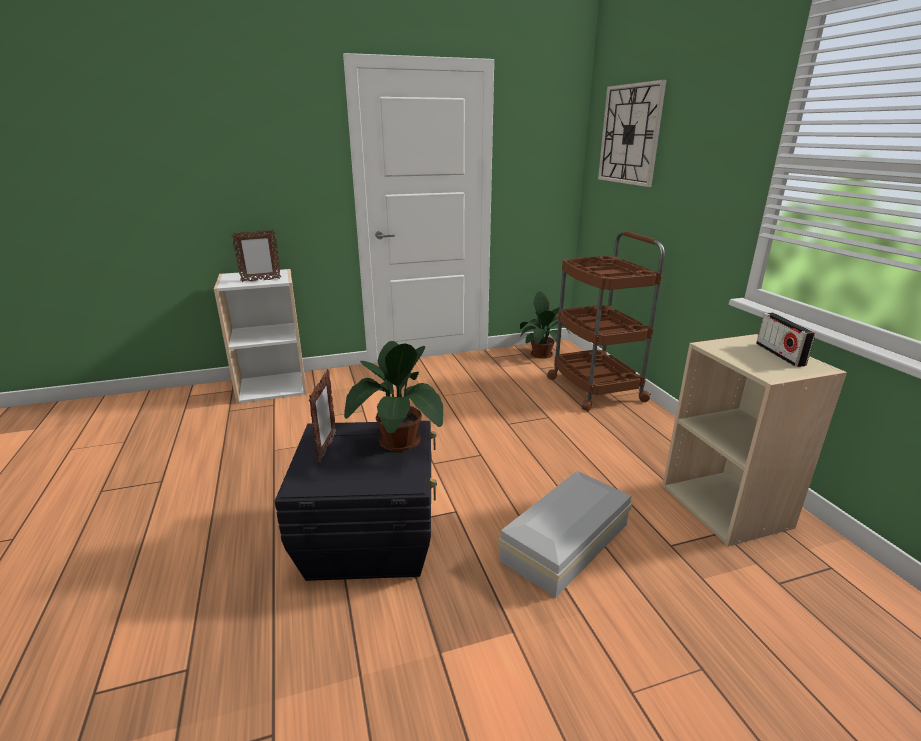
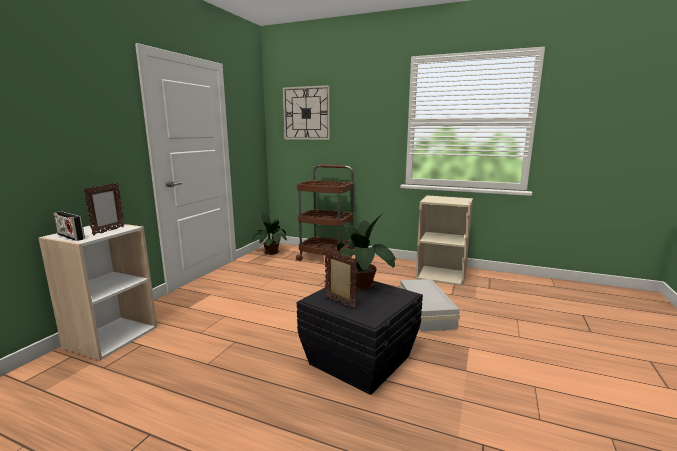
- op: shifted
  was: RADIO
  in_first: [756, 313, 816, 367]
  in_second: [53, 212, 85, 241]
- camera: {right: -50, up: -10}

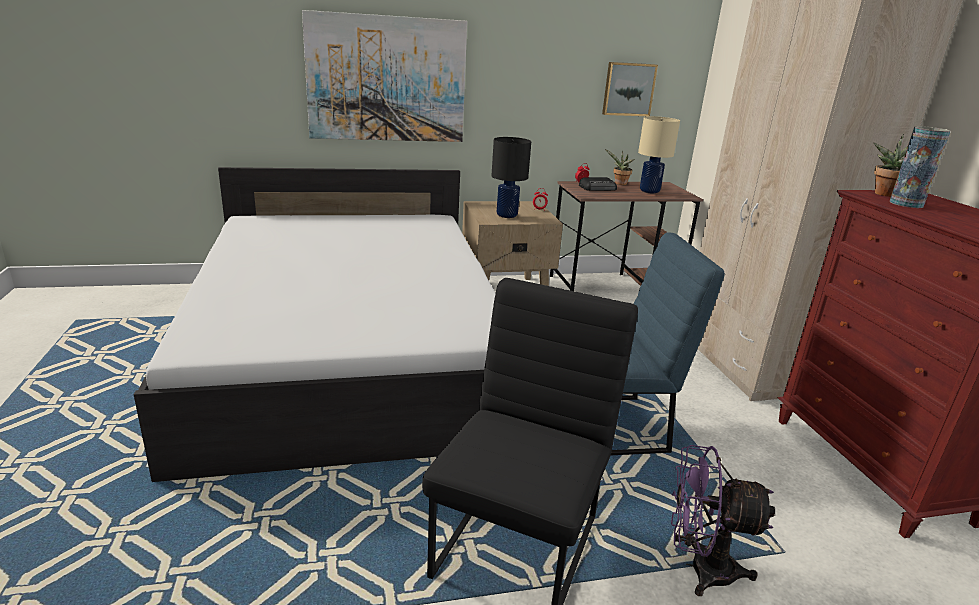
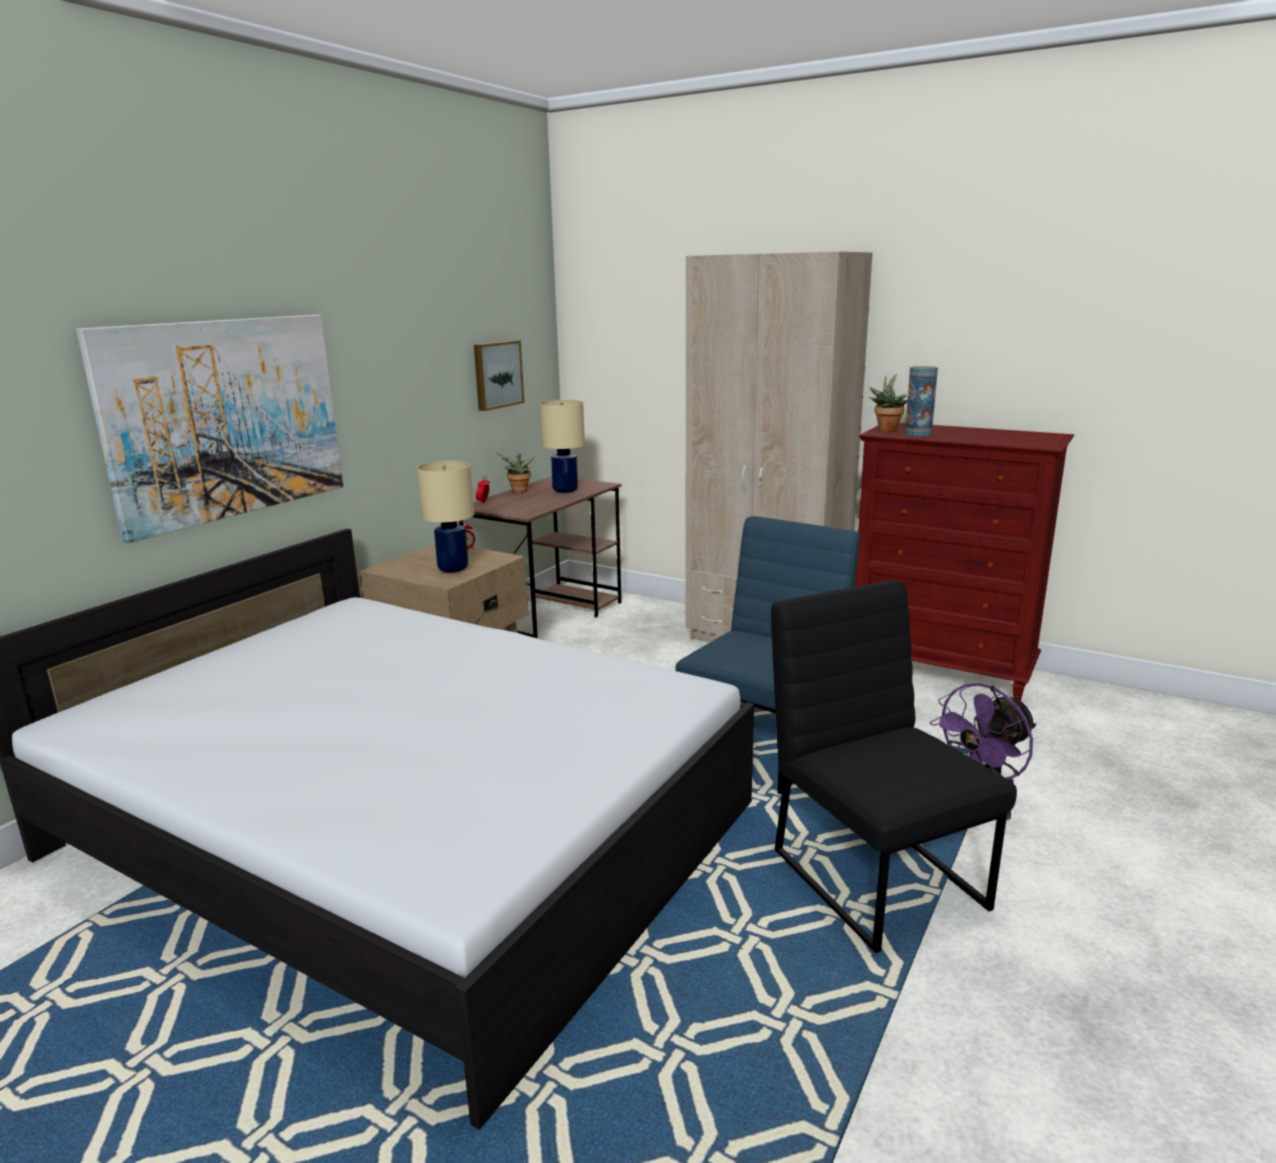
- op: repainted
  was: BLACK TABLE LAMP
  now: BEIGE TABLE LAMP
  in_first: [491, 137, 531, 218]
  in_second: [417, 461, 474, 572]
- op: gone
  was: RADIO
  in_first: [579, 177, 617, 191]
- camera: {right: -45, up: -5}

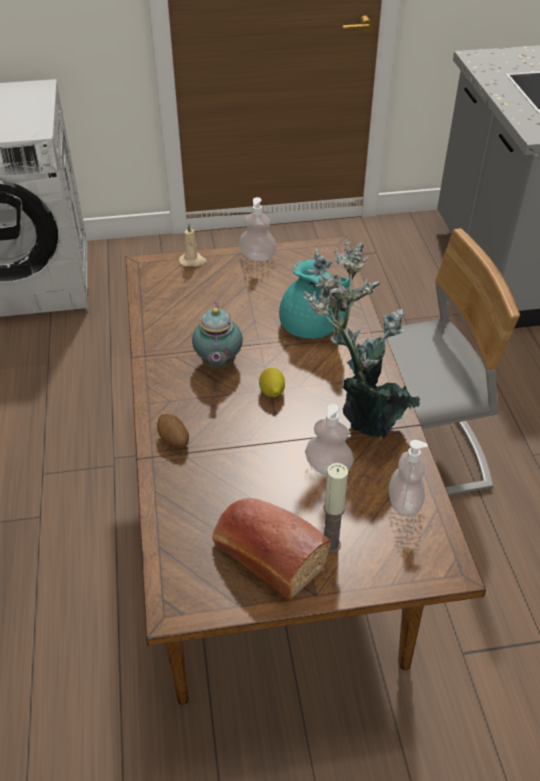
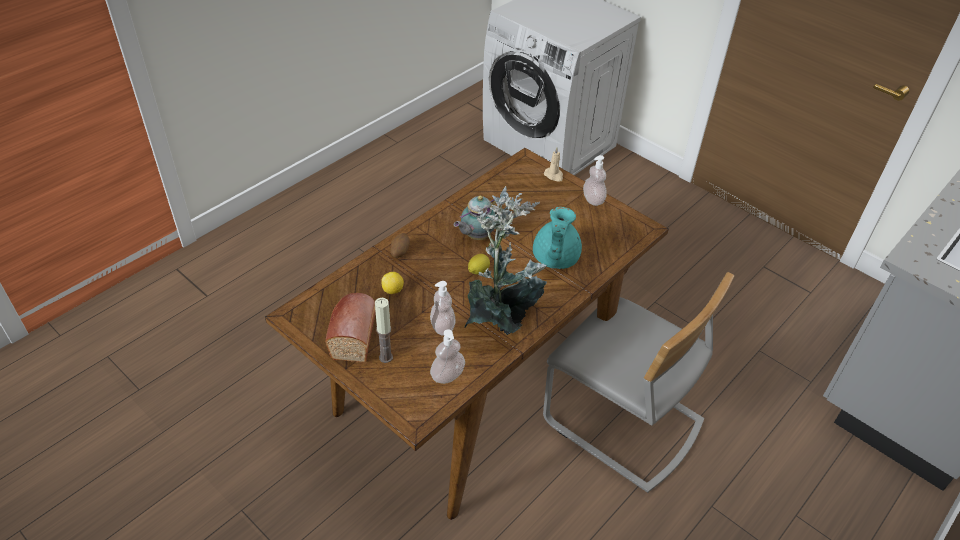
- op: new
  now: LEMON
  in_second: [381, 272, 404, 294]
- camera: {right: 50, up: 0}

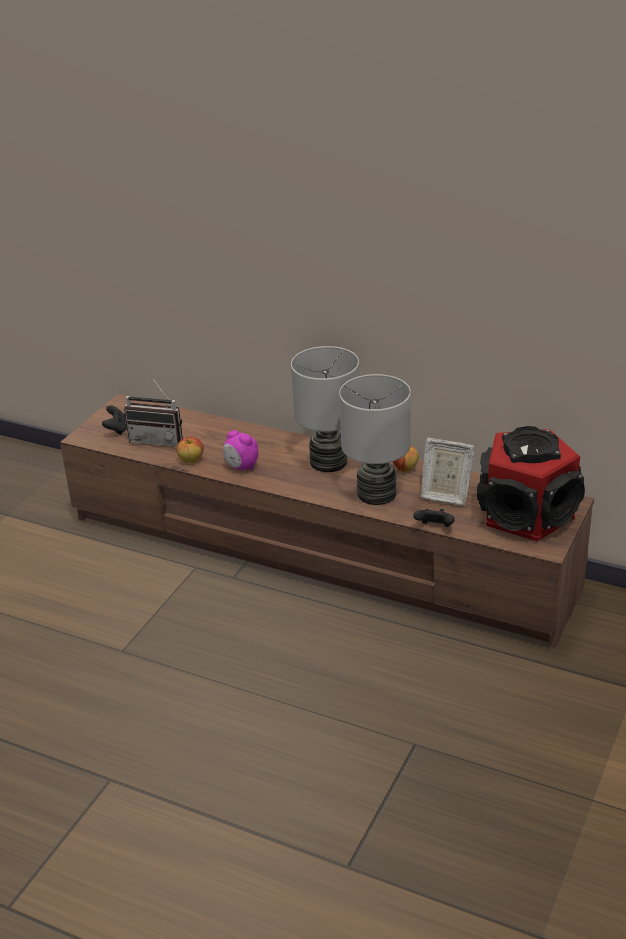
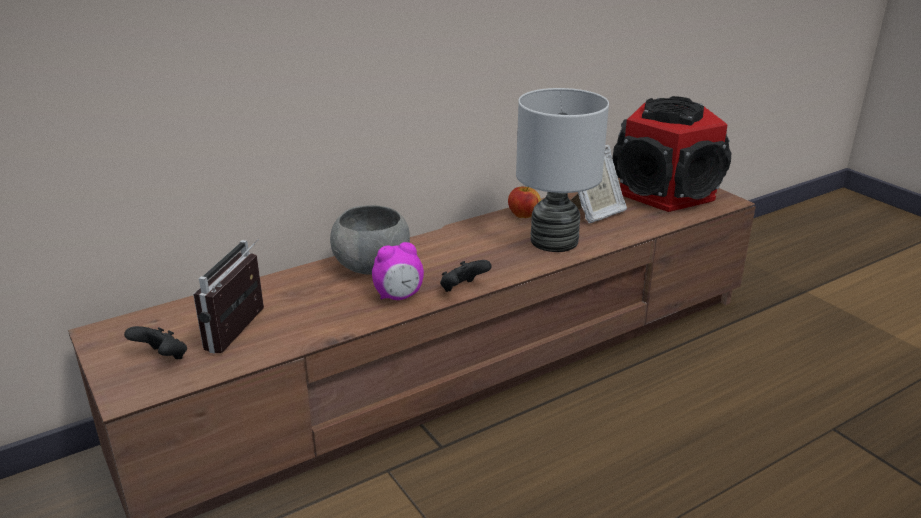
- op: rotated
  was: RADIO
  in_first: [124, 376, 183, 447]
  in_second: [193, 239, 264, 354]
  clockwise: 150
- op: new
  now: GREY BOWL
  in_second: [330, 205, 410, 275]
- op: shifted
  was: BLACK GAME CONTROLLER
  in_first: [413, 509, 455, 527]
  in_second: [440, 260, 492, 292]
- op: gone
  was: APPLE
  in_first: [176, 437, 204, 463]
- op: gone
  was: GREY TABLE LAMP
  in_first: [291, 346, 359, 472]
- camera: {right: -60, up: -5}

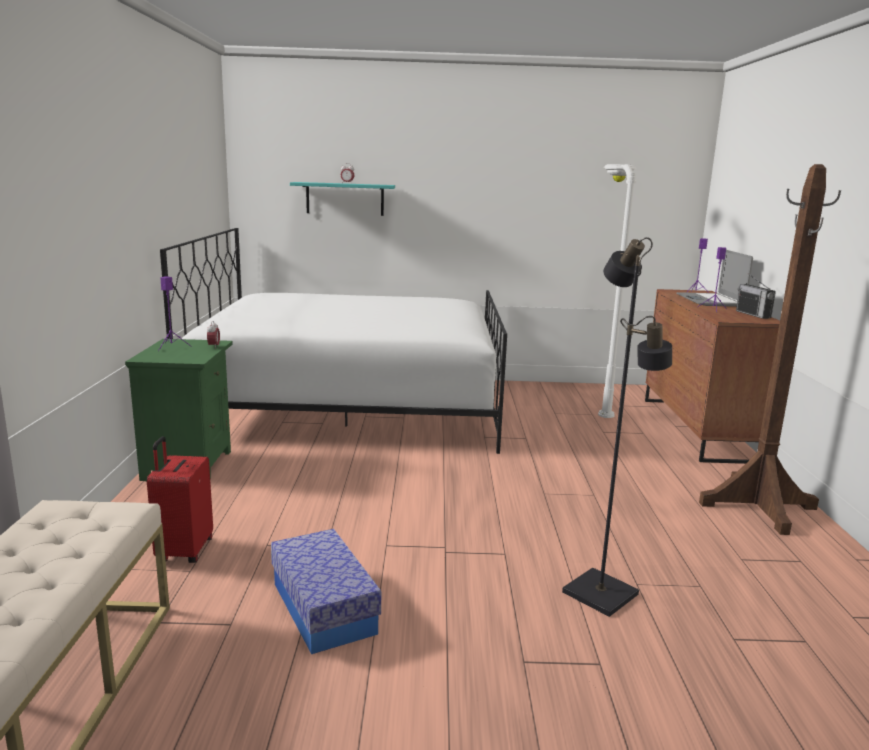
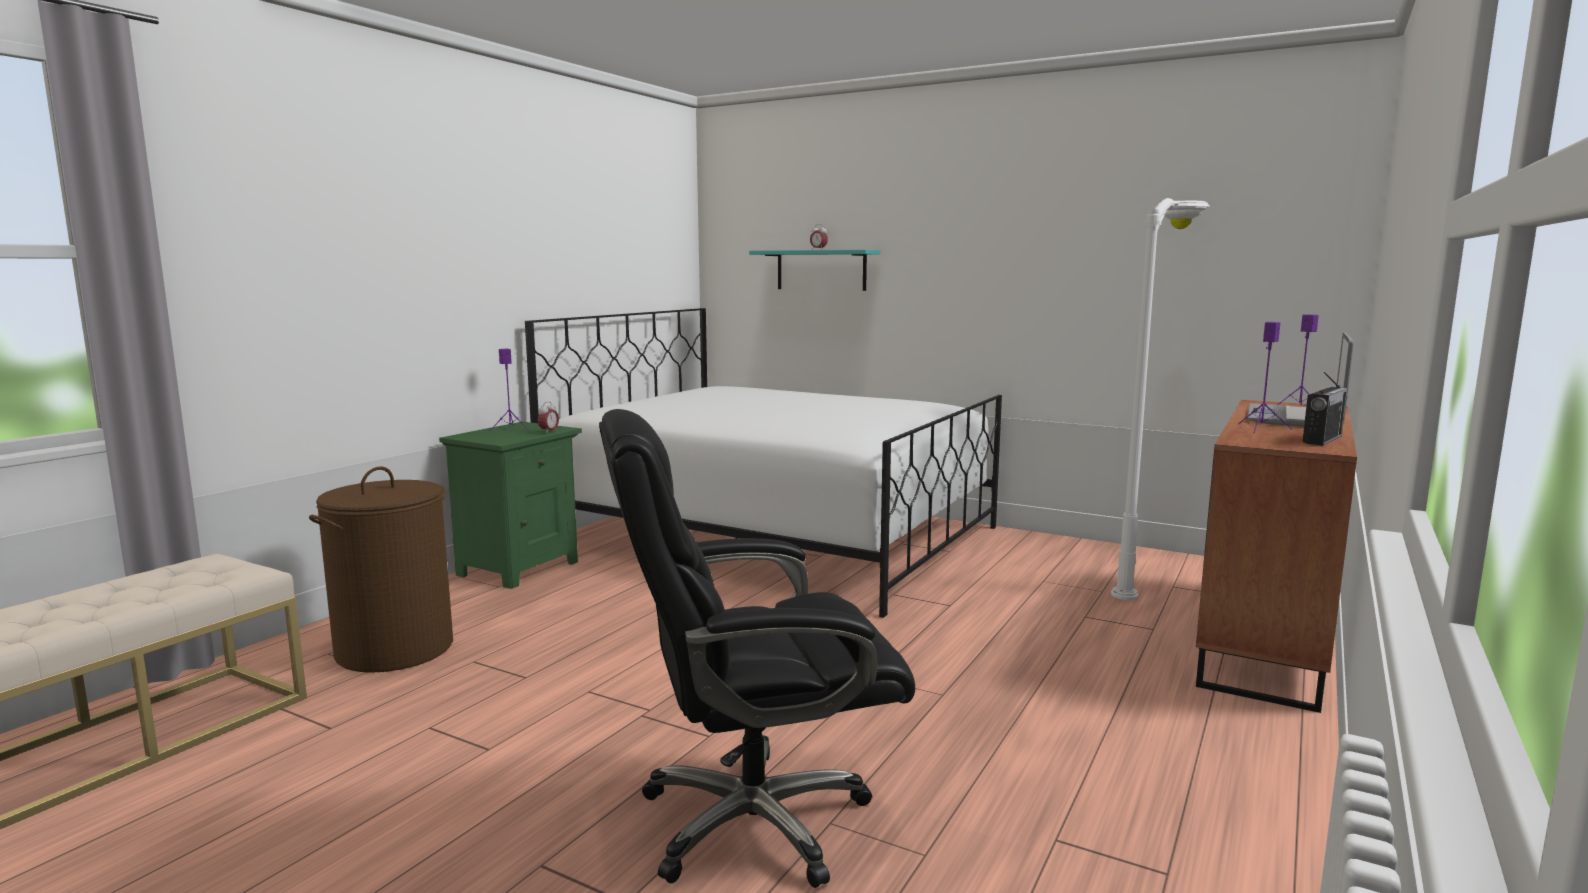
- op: swapped
  was: RED SUITCASE
  now: BROWN LAUNDRY BASKET
  in_first: [147, 436, 213, 563]
  in_second: [309, 466, 453, 673]
- op: swapped
  was: BLACK FLOOR LAMP
  now: BLACK OFFICE CHAIR
  in_first: [562, 237, 672, 617]
  in_second: [599, 409, 915, 888]
- op: rotated
  was: RADIO
  in_first: [736, 273, 776, 319]
  in_second: [1302, 372, 1348, 446]
  clockwise: -150
- op: gone
  was: STORAGE BOX
  in_first: [271, 529, 381, 654]
- op: gone
  was: BROWN CLOTHES RACK
  in_first: [699, 164, 841, 535]
- camera: {right: 30, up: -5}

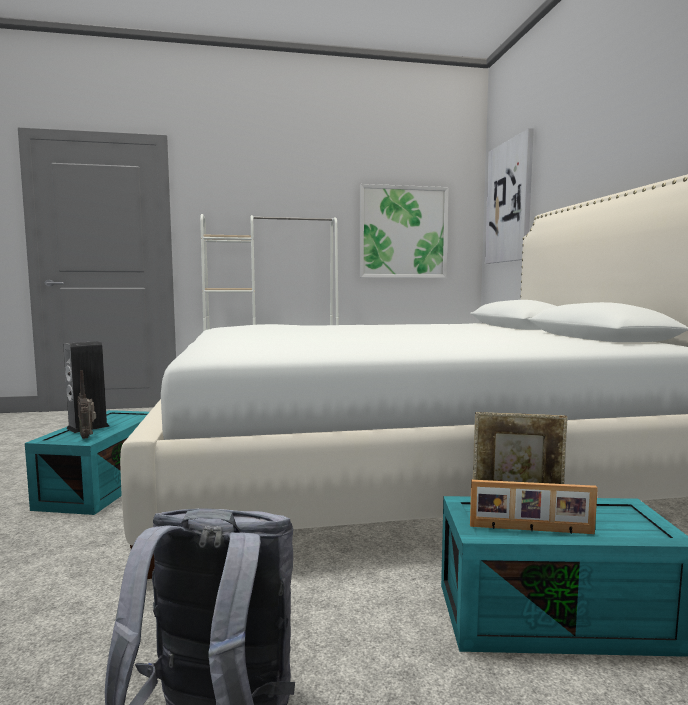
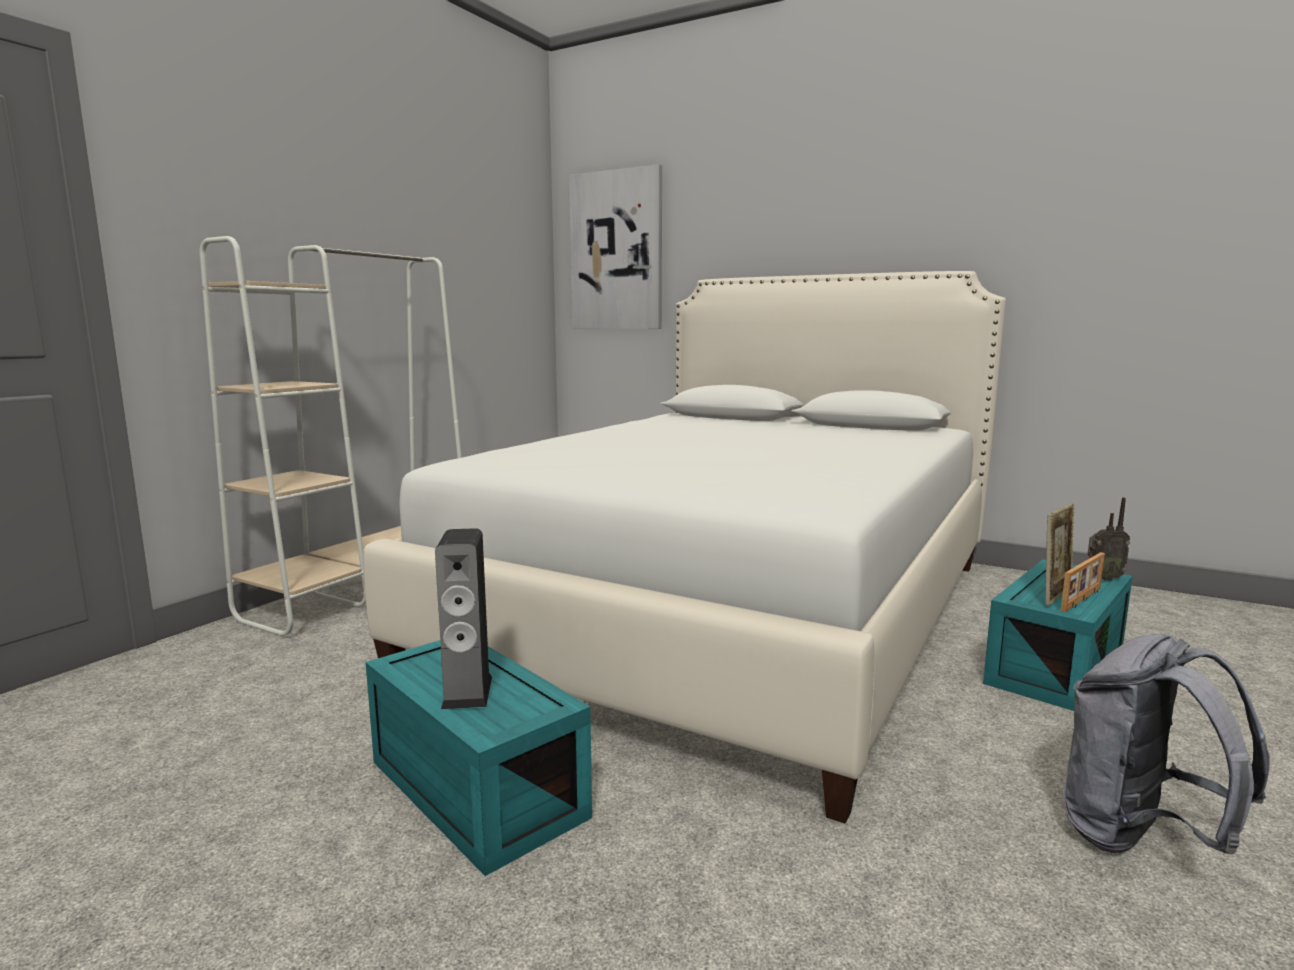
- op: shifted
  was: RADIO
  in_first: [77, 370, 96, 439]
  in_second: [1087, 498, 1130, 581]
- op: gone
  was: PICTURE
  in_first: [359, 184, 449, 278]
- camera: {right: -50, up: 5}

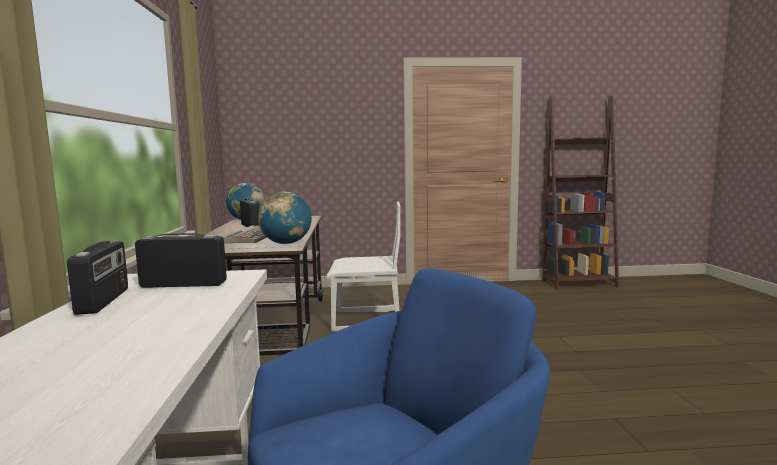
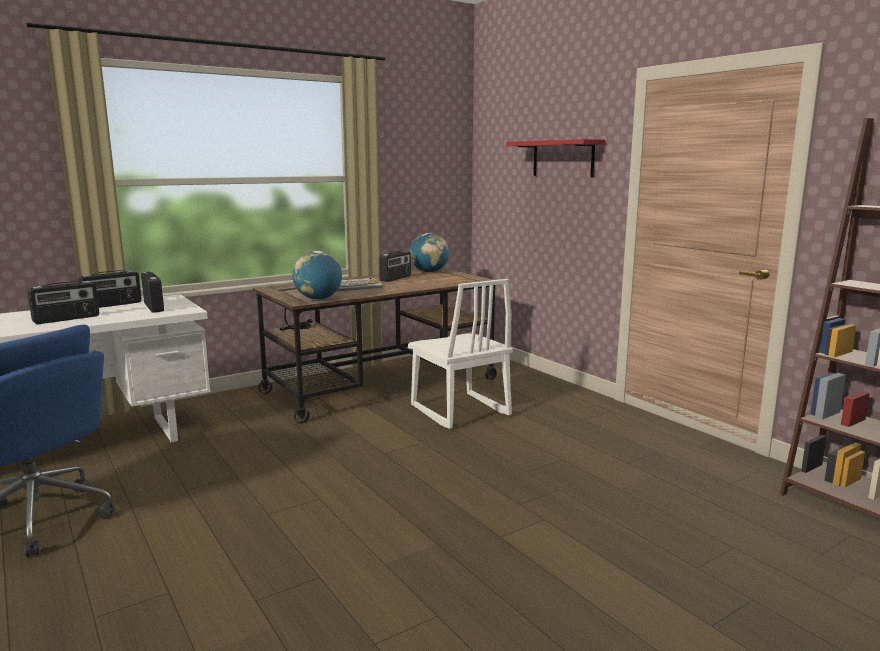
- op: new
  now: RADIO
  in_second: [27, 281, 100, 324]
- op: new
  now: RED SHELF
  in_second: [506, 139, 606, 177]
- camera: {right: 60, up: 5}

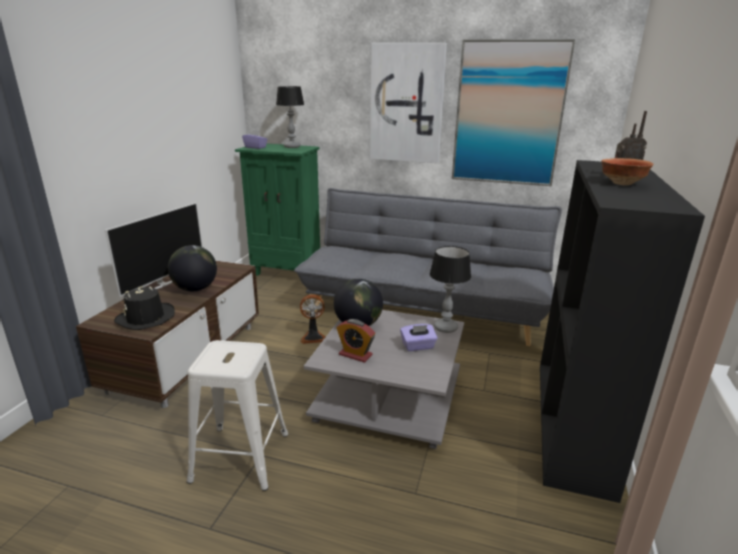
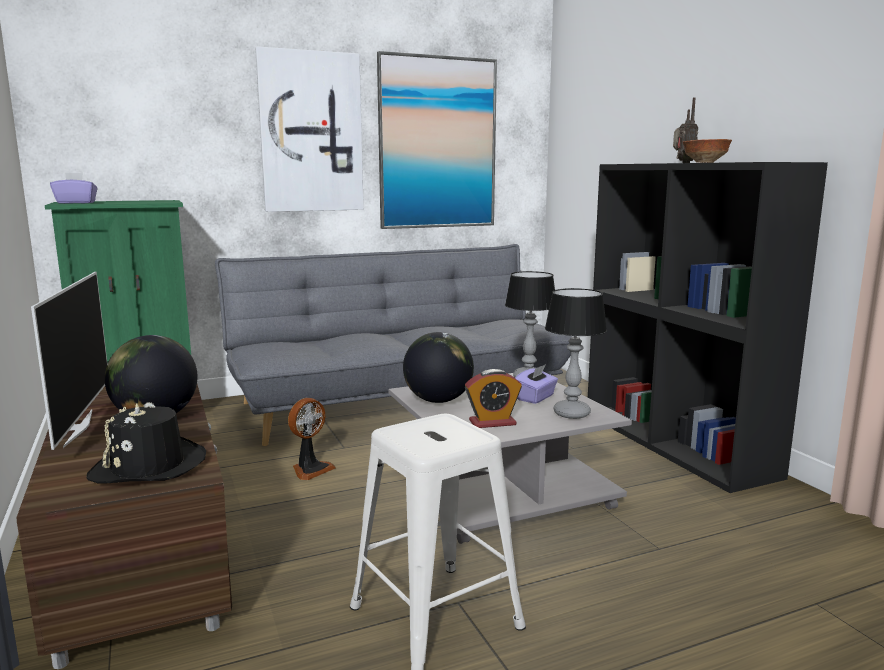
- op: shifted
  was: TABLE LAMP
  in_first: [276, 86, 304, 148]
  in_second: [545, 288, 607, 419]
- camera: {right: -40, up: -10}

